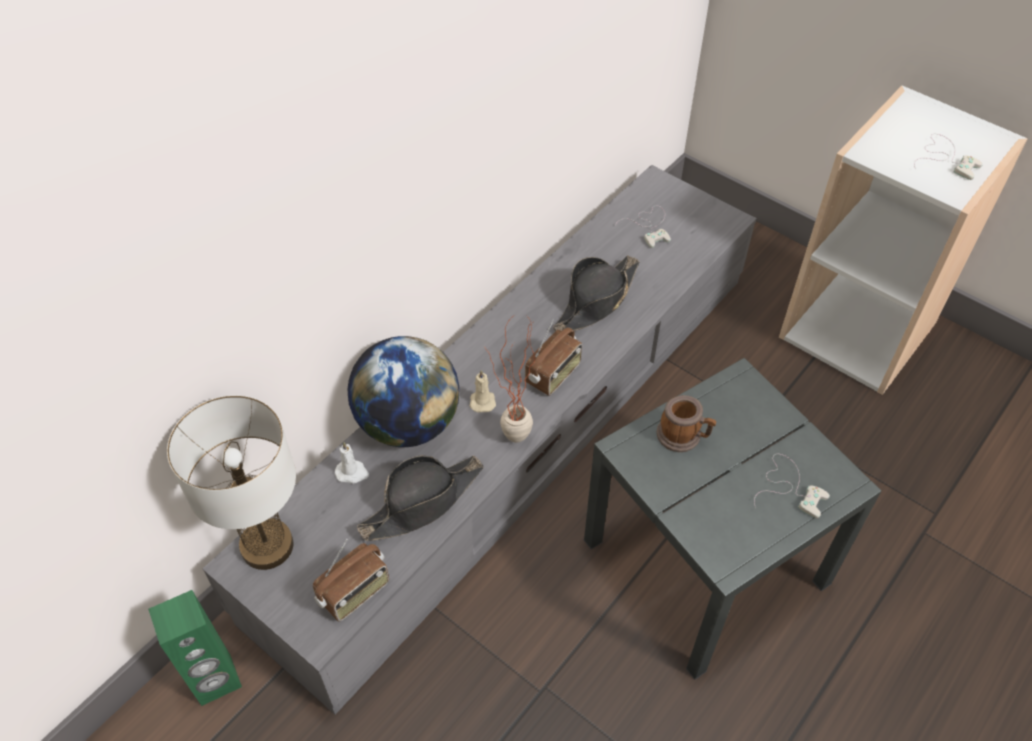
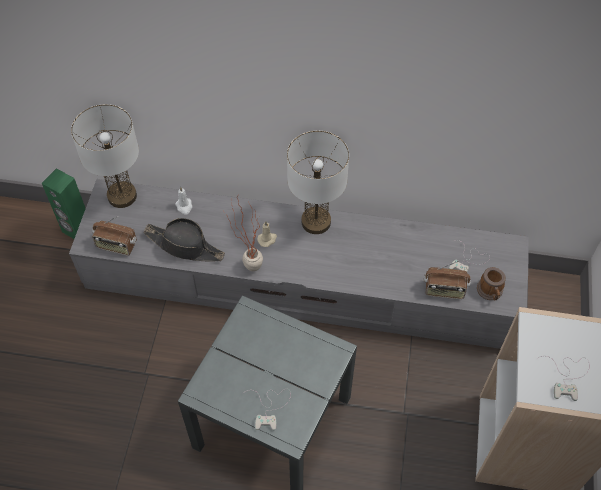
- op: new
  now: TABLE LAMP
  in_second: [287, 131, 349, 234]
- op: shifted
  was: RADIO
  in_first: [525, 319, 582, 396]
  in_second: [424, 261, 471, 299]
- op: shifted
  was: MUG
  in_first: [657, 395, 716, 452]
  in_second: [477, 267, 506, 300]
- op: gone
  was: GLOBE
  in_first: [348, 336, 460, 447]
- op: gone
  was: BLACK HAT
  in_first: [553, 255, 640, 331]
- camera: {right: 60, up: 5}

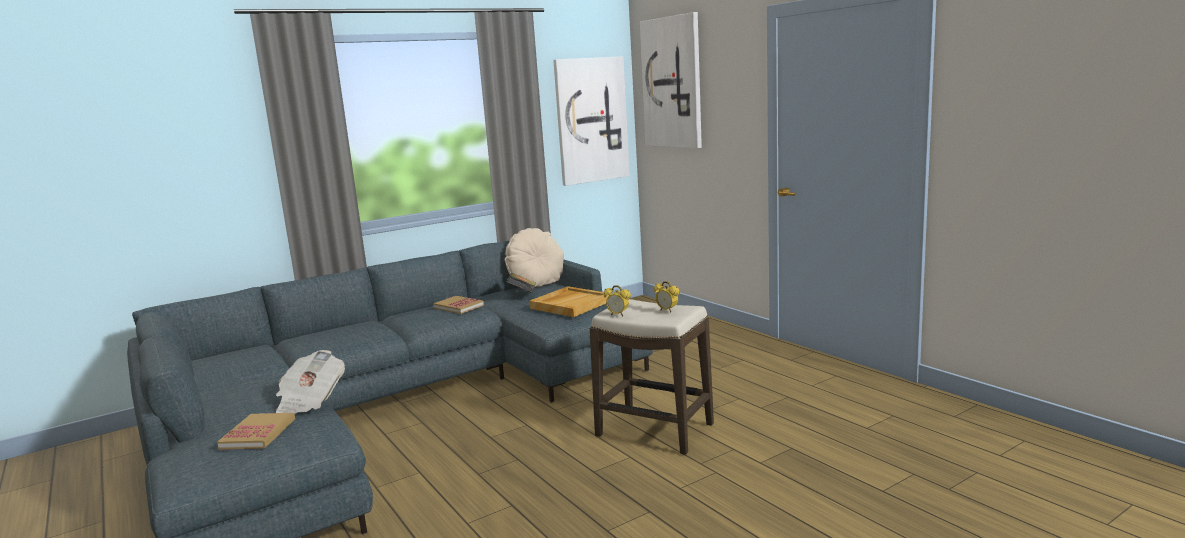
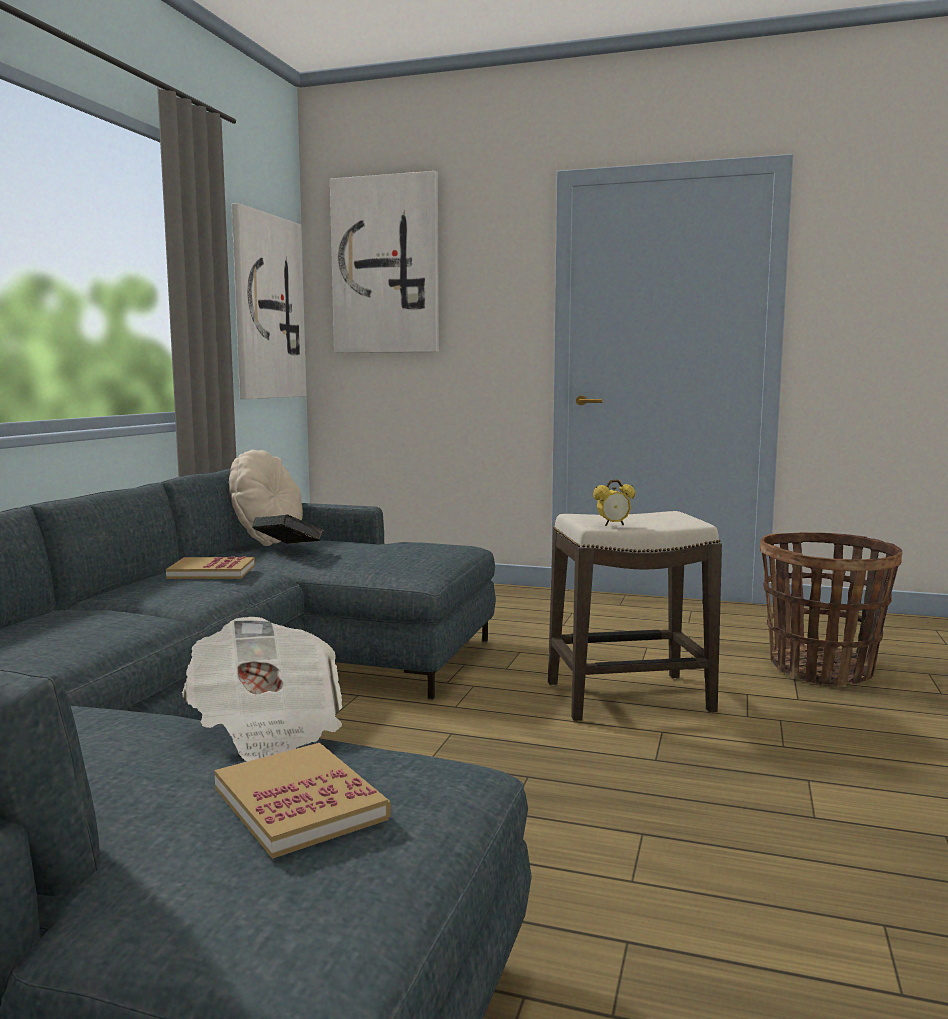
- op: new
  now: BASKET
  in_second: [760, 532, 902, 687]
- op: gone
  was: BEIGE TRAY
  in_first: [529, 286, 611, 317]
- op: gone
  was: ALARM CLOCK
  in_first: [654, 281, 679, 312]
- camera: {right: -40, up: -5}

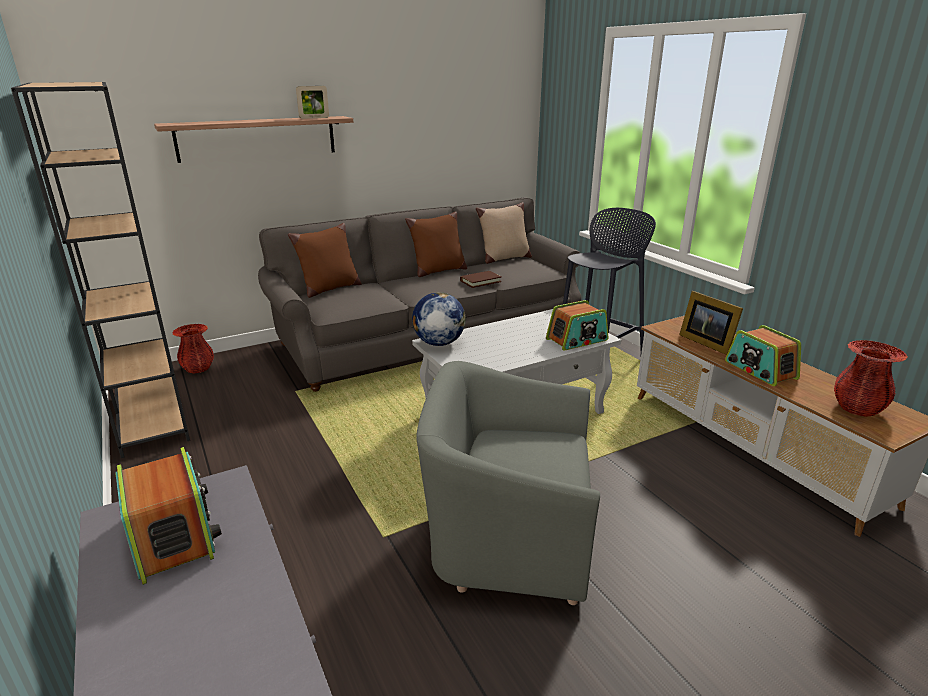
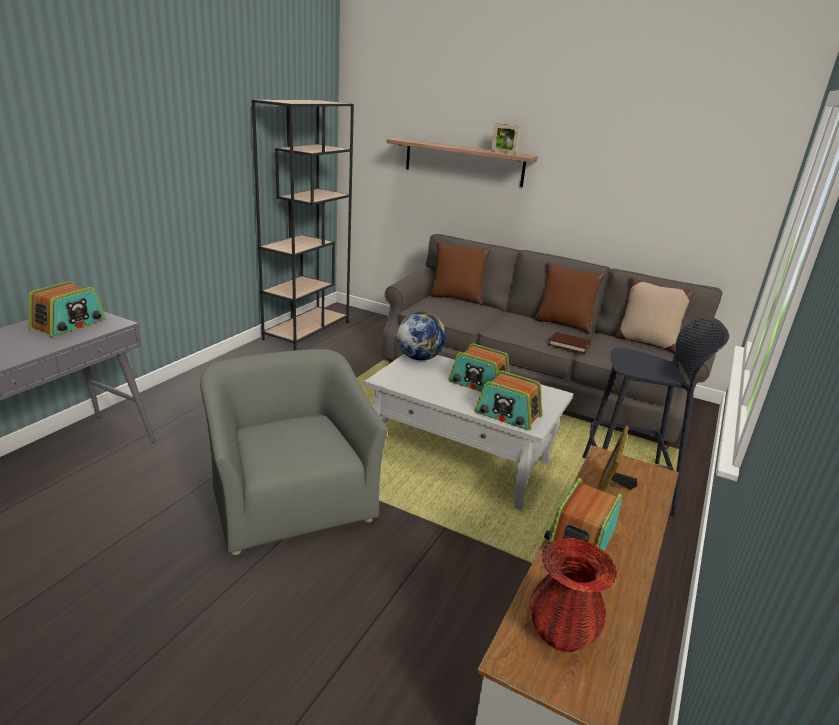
- op: new
  now: RADIO
  in_second: [449, 343, 510, 392]
- op: gone
  was: RED VASE
  in_first: [173, 324, 214, 373]
- camera: {right: 55, up: 0}

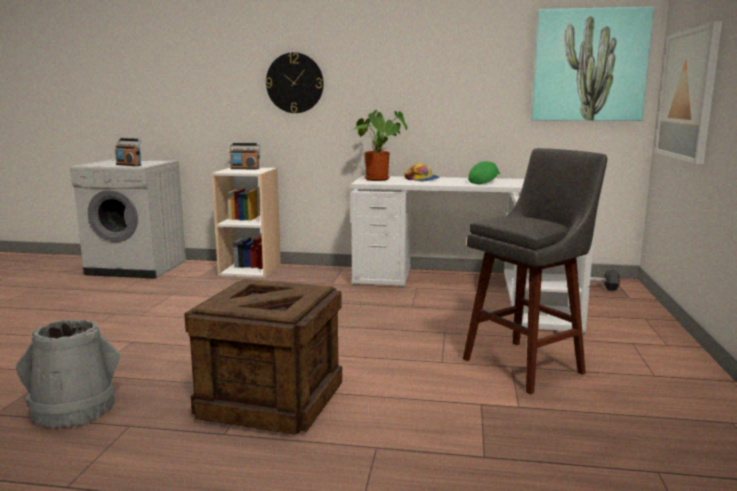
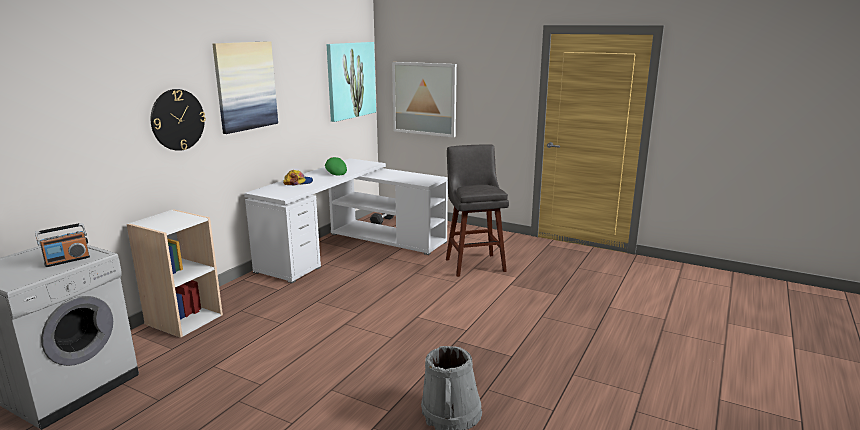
- op: new
  now: PICTURE
  in_second: [212, 41, 278, 134]
- op: gone
  was: CRATE
  in_first: [184, 279, 342, 435]
- op: gone
  was: RADIO
  in_first: [229, 143, 260, 169]
- op: gone
  was: POTTED PLANT
  in_first: [353, 109, 408, 181]
- camera: {right: -70, up: 5}

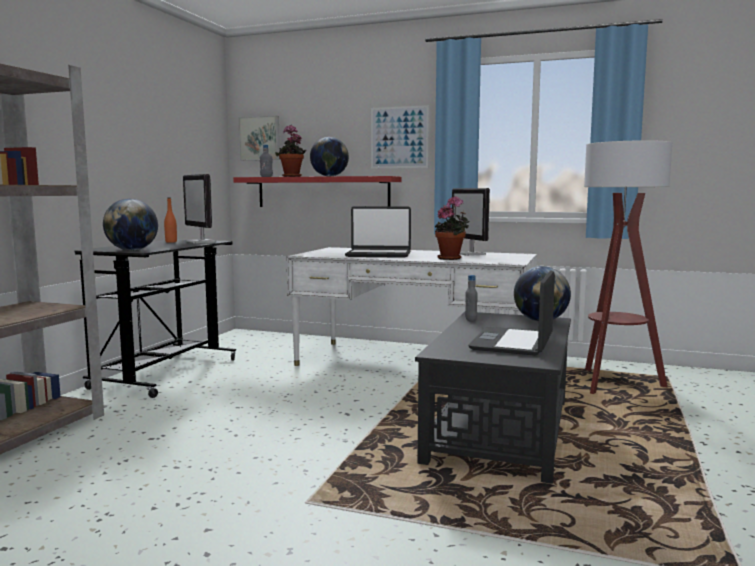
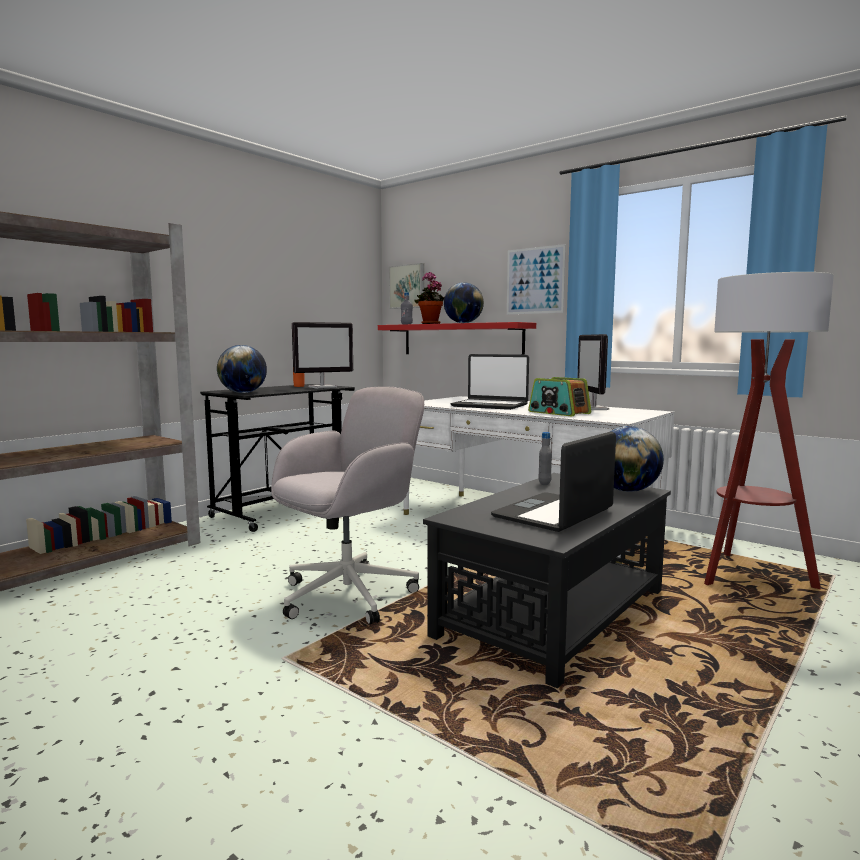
- op: new
  now: GREY OFFICE CHAIR
  in_second: [271, 386, 424, 624]
- op: rotated
  was: MONITOR
  in_first: [183, 174, 216, 244]
  in_second: [292, 322, 353, 389]
  clockwise: -105
- op: swapped
  was: POTTED PLANT
  now: RADIO
  in_first: [435, 196, 470, 260]
  in_second: [528, 377, 591, 417]
- camera: {right: 20, up: 0}

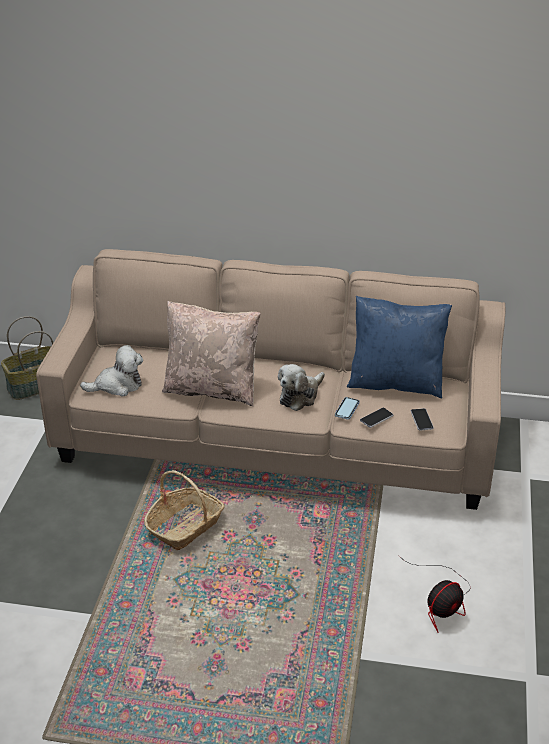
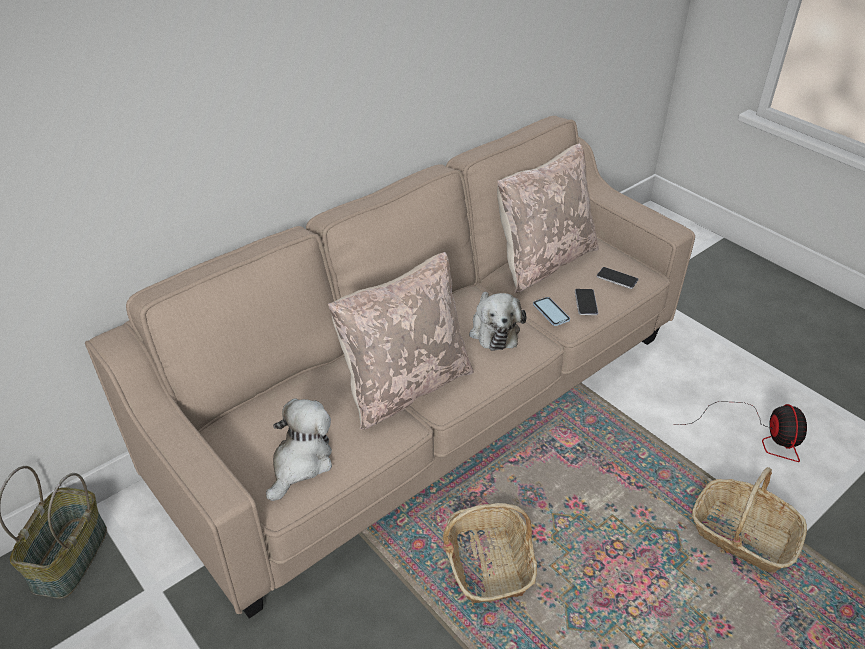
- op: repainted
  was: BLUE PILLOW
  now: BEIGE PILLOW
  in_first: [347, 296, 452, 398]
  in_second: [497, 144, 599, 293]
- op: new
  now: BASKET
  in_second: [692, 467, 807, 572]
- camera: {right: -50, up: 5}

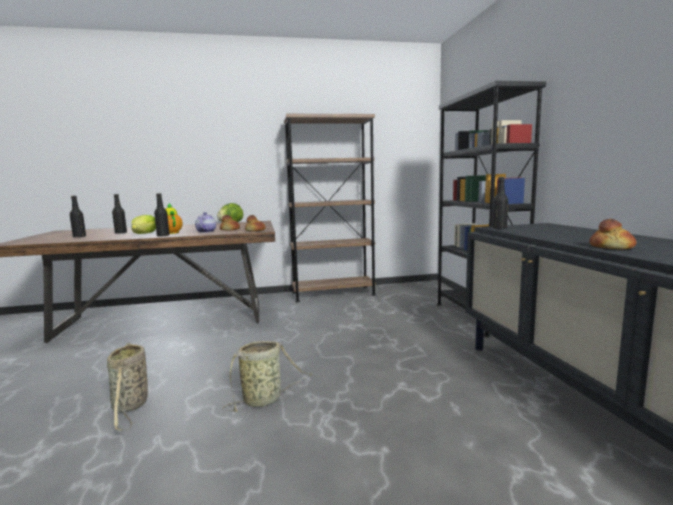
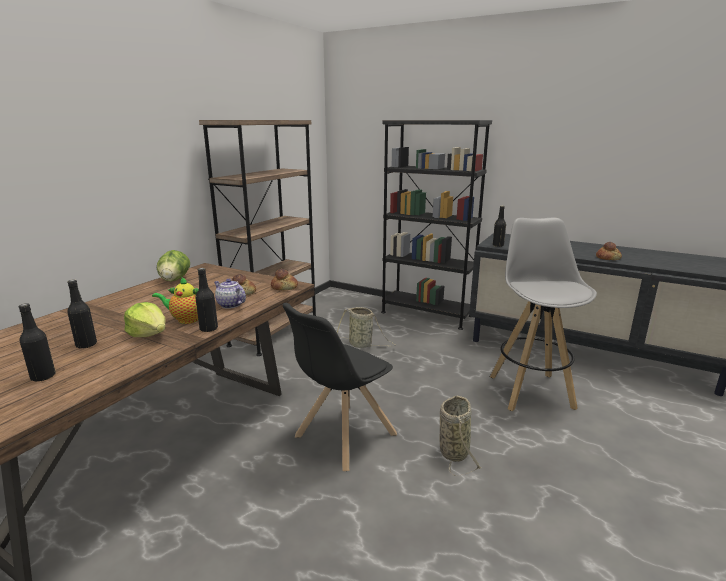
- op: new
  now: BLACK CHAIR
  in_second: [283, 303, 397, 471]
- op: shifted
  was: BASKET
  in_first: [107, 342, 148, 431]
  in_second: [337, 307, 396, 348]
- op: new
  now: GREY STOOL
  in_second: [490, 218, 597, 411]
- camera: {right: -50, up: 10}

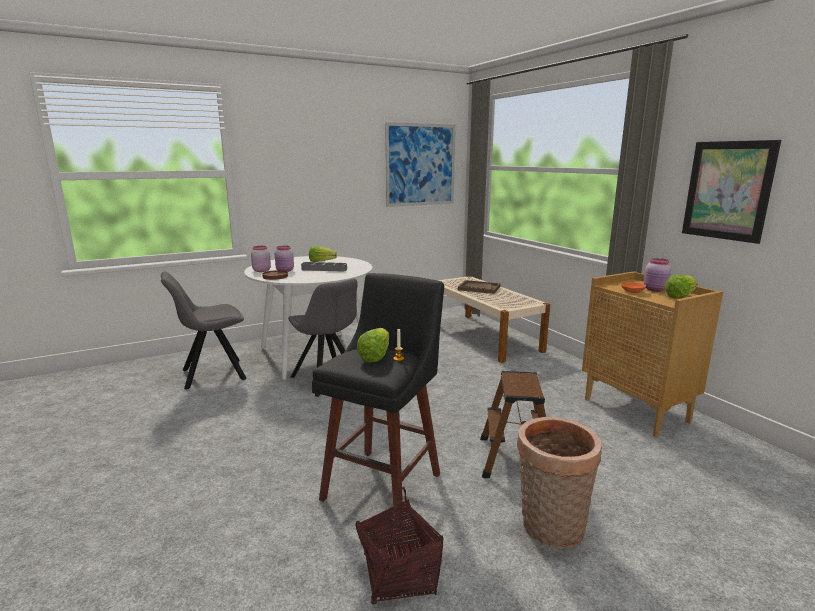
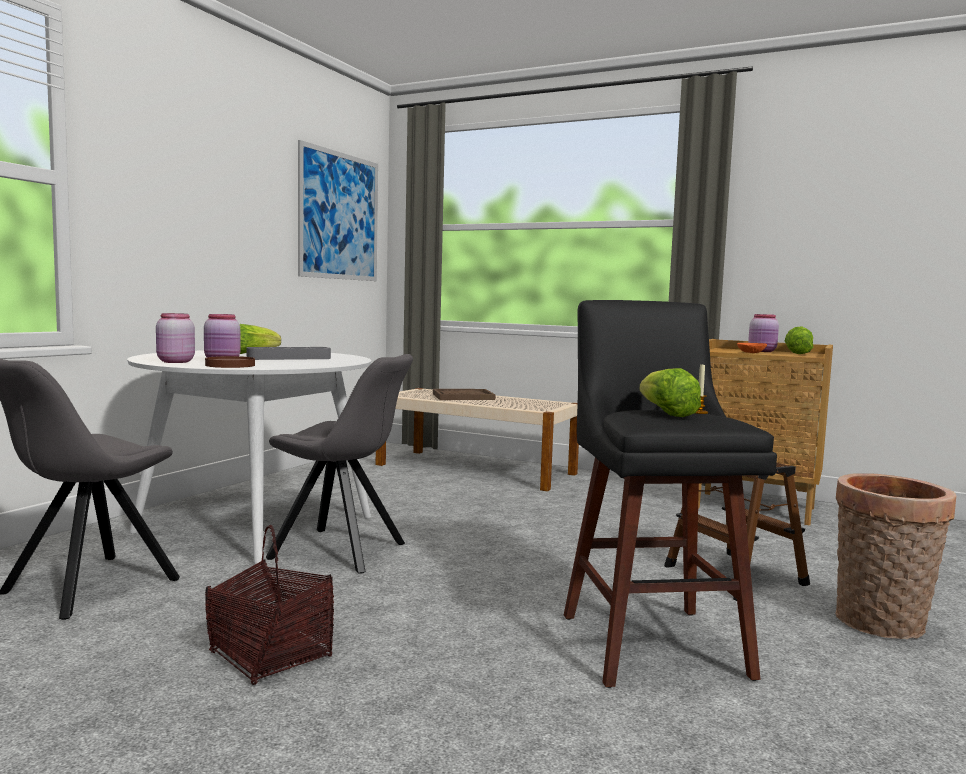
- op: shifted
  was: BASKET
  in_first: [356, 487, 443, 604]
  in_second: [205, 525, 334, 685]
- op: gone
  was: PICTURE
  in_first: [682, 140, 781, 244]
- camera: {right: -35, up: -10}

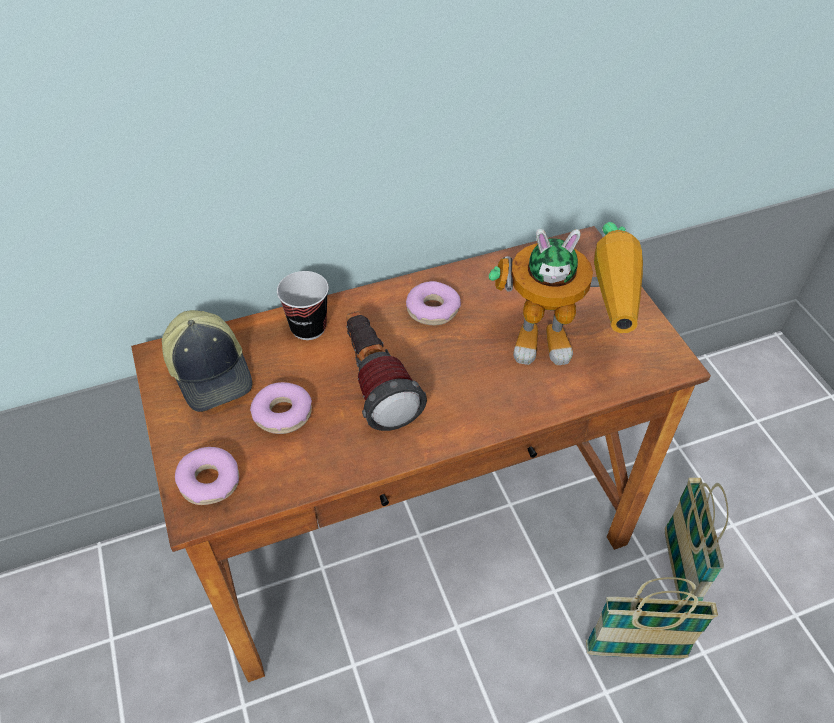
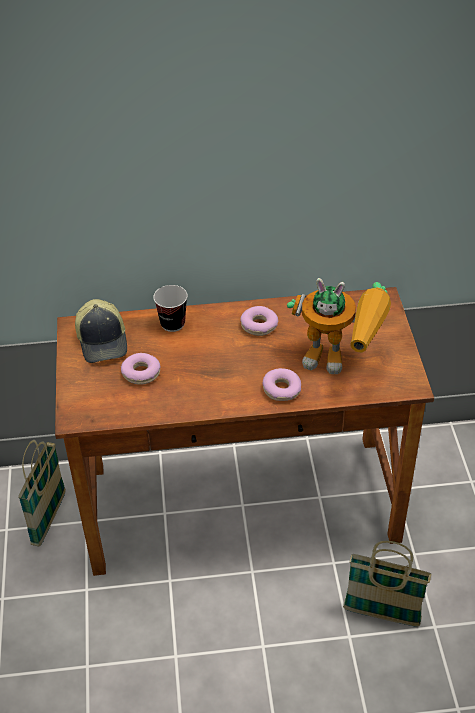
- op: shifted
  was: BASKET
  in_first: [665, 478, 728, 601]
  in_second: [18, 440, 66, 547]
- op: shifted
  was: DONUT
  in_first: [175, 447, 239, 505]
  in_second: [263, 368, 301, 401]
- op: gone
  was: FLASHLIGHT
  in_first: [346, 311, 427, 431]
- camera: {right: 15, up: -5}

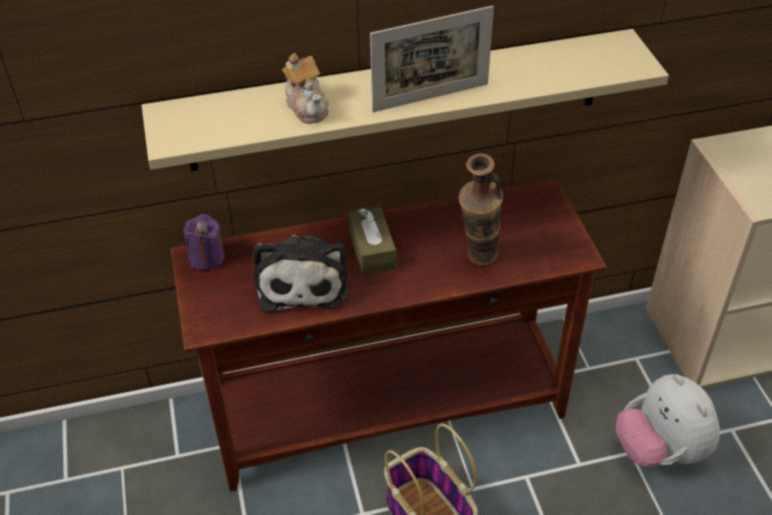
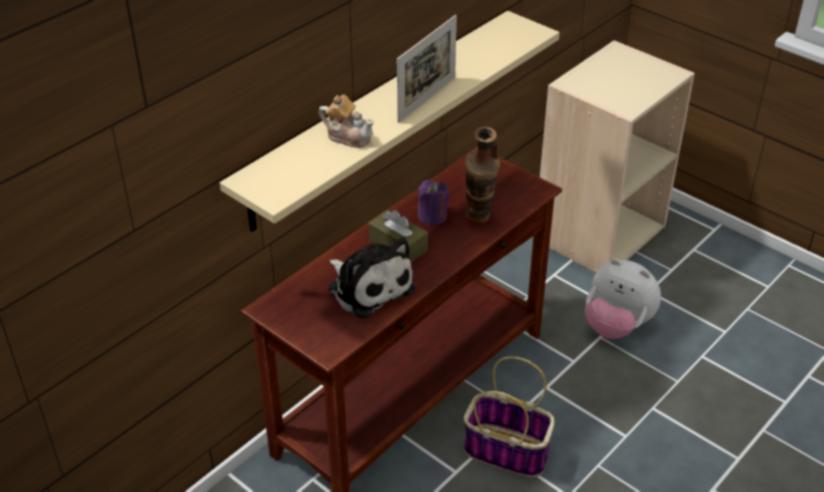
- op: shifted
  was: PURPLE CANDLE
  in_first: [183, 214, 224, 270]
  in_second: [418, 180, 449, 226]
- camera: {right: -35, up: -5}

